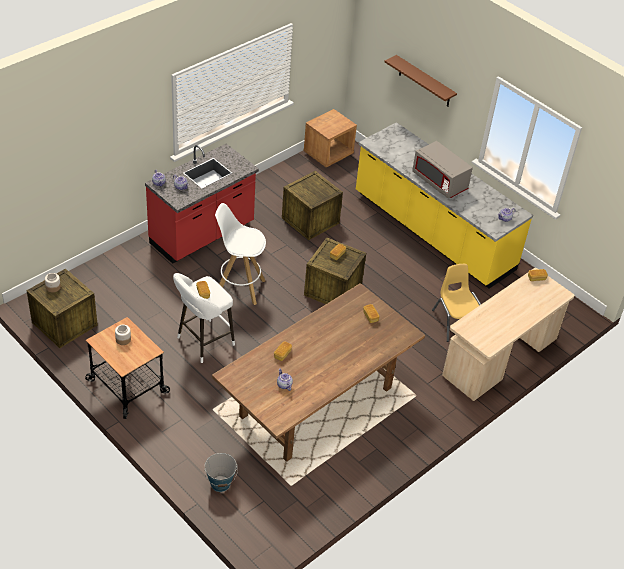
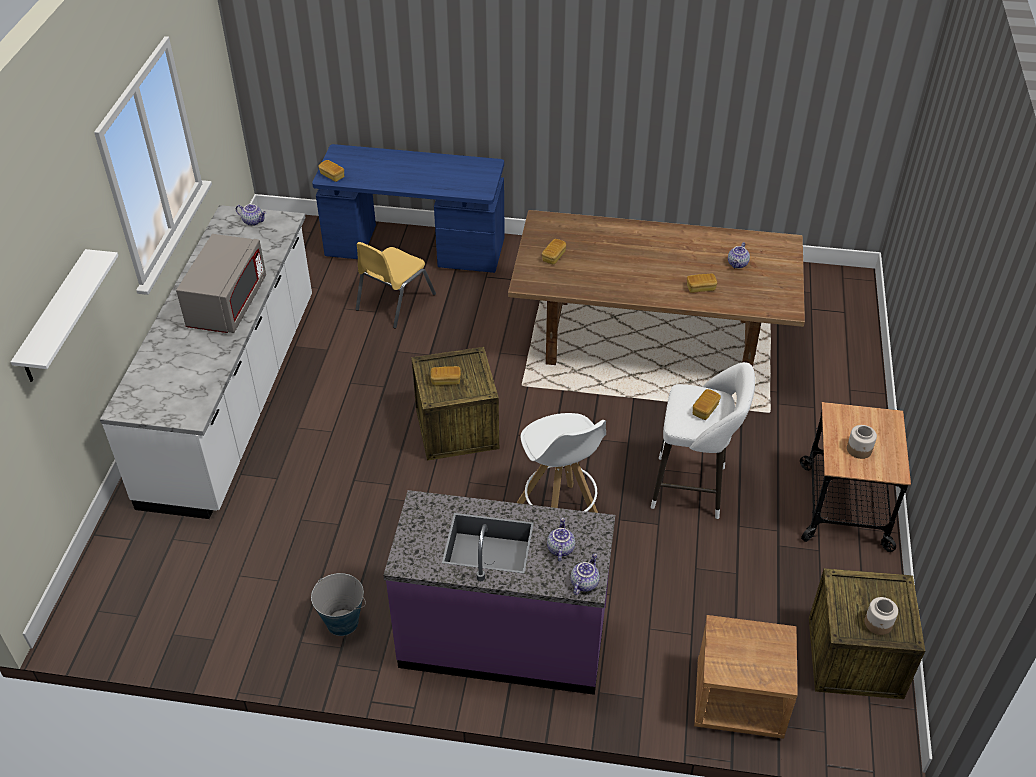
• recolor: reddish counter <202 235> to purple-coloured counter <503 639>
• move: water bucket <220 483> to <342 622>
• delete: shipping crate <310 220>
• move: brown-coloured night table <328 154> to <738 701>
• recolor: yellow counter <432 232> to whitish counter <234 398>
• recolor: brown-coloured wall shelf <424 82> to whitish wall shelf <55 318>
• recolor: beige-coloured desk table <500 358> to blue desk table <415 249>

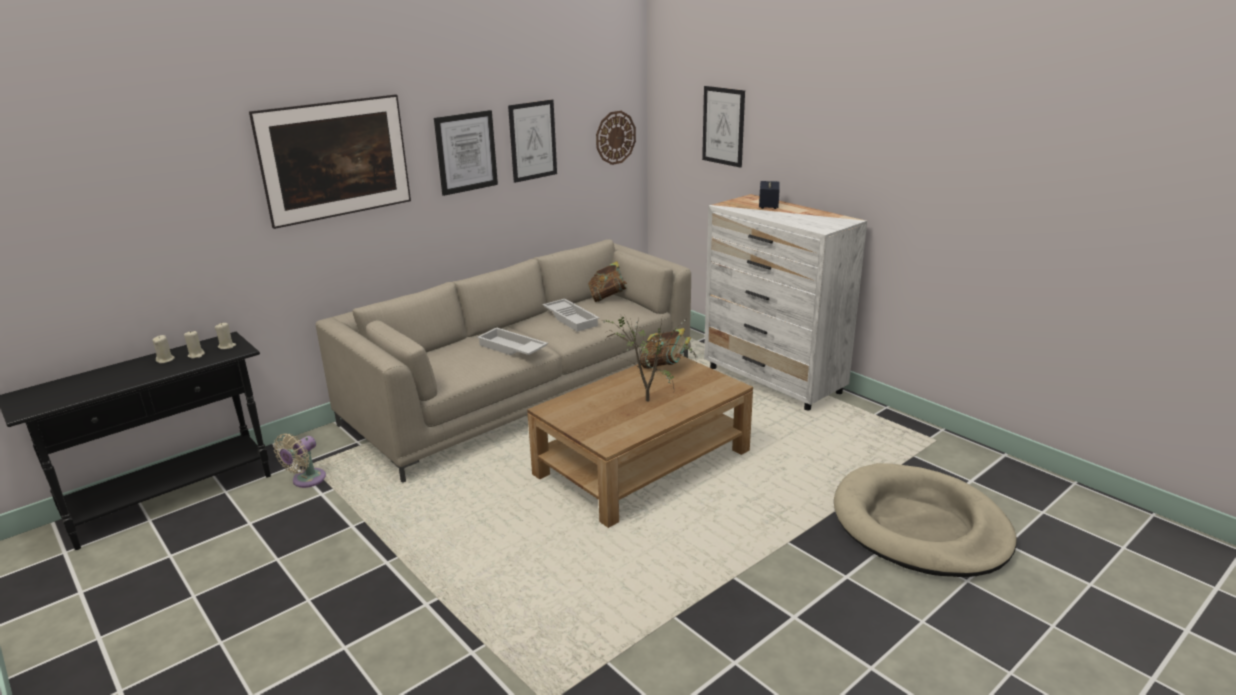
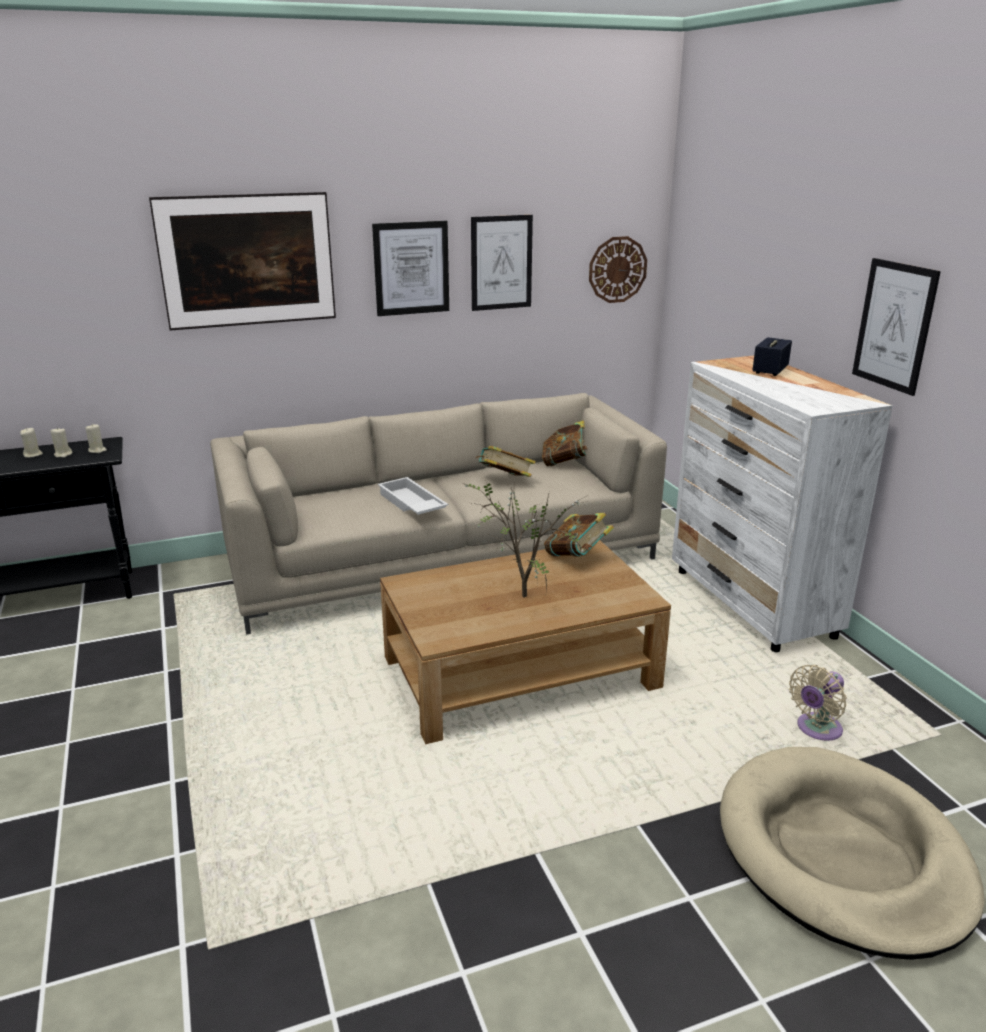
• move: beige-coloured cooling fan <306 480> to <816 730>
• replace: whitish serving tray <572 319> to bound book <504 481>
• move: wall picture <723 126> to <894 325>

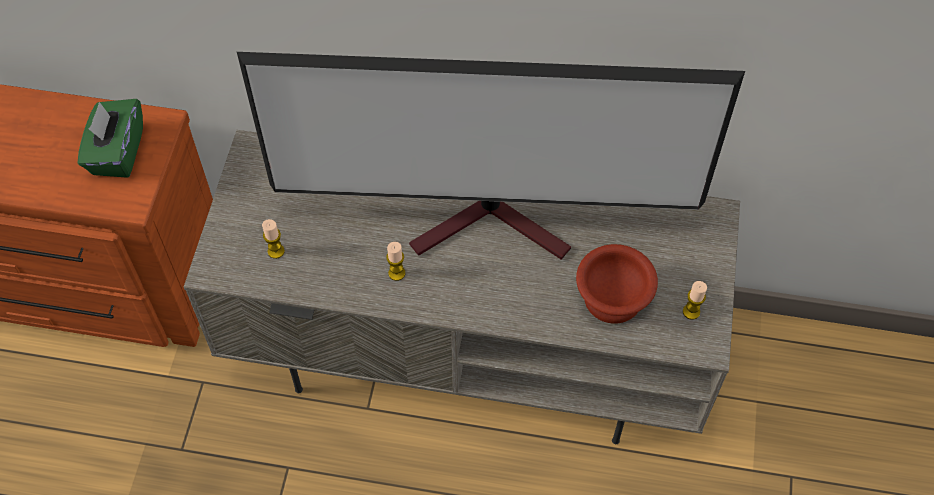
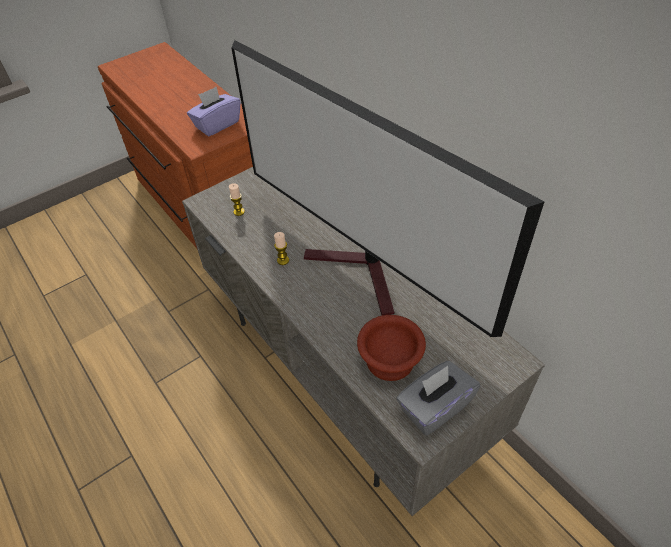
• recolor: greenish box of tissues <117 152> to purple-coloured box of tissues <217 124>
• replace: wax candle <691 311> to grey box of tissues <434 407>

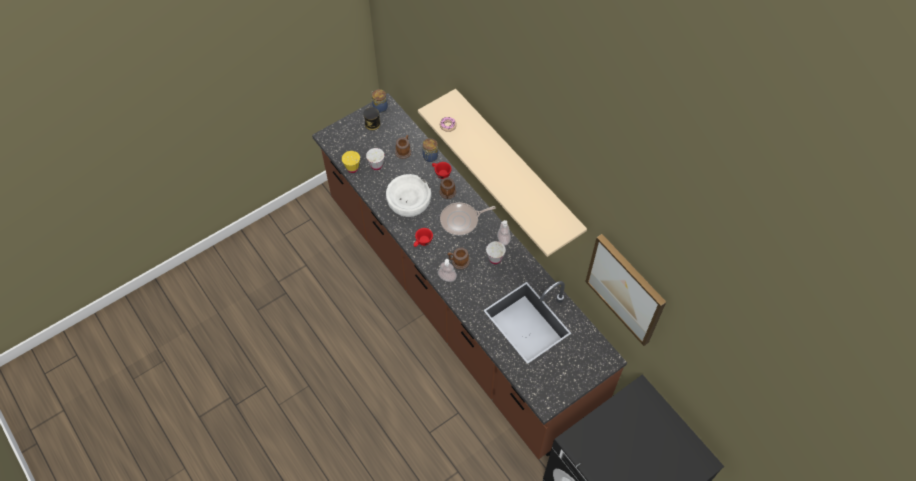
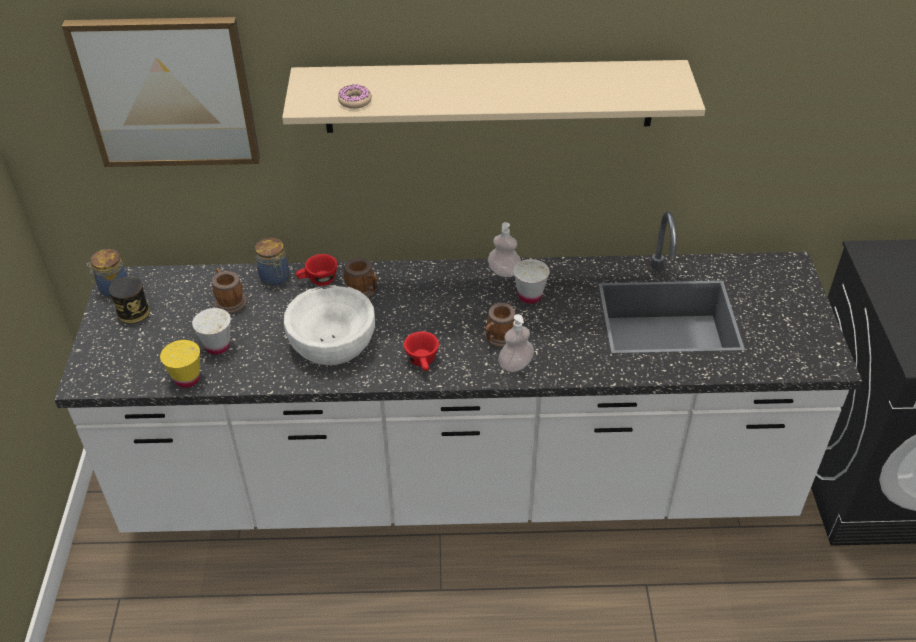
• recolor: brown-coloured counter <458 303> to whitish counter <459 481>
• delete: skillet <461 220>
• move: wall picture <625 289> to <167 92>

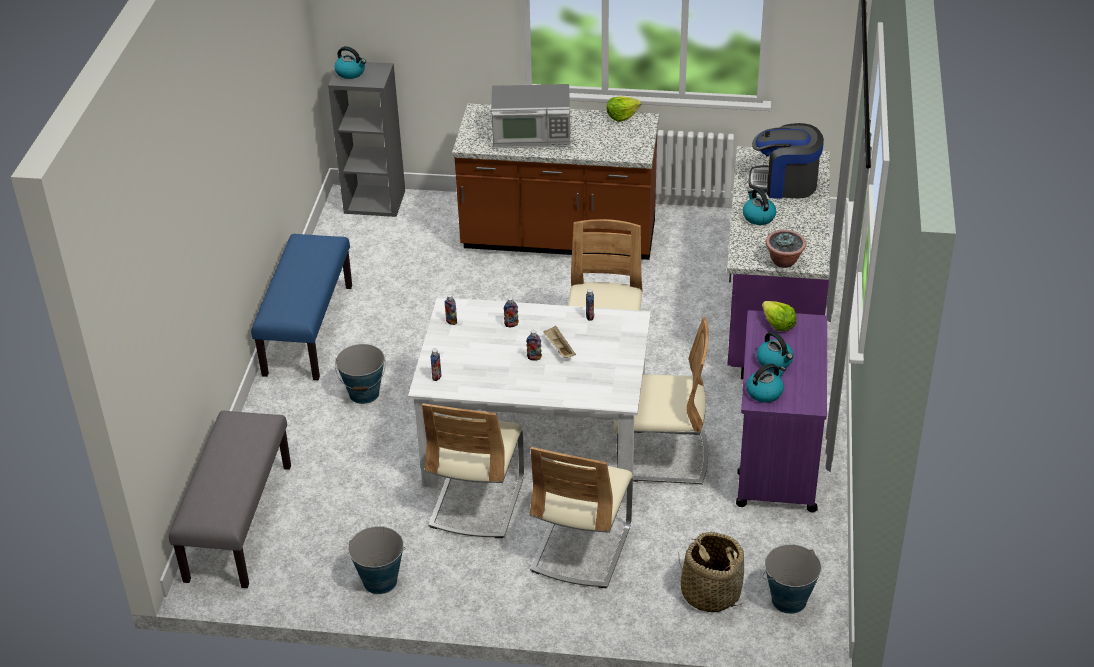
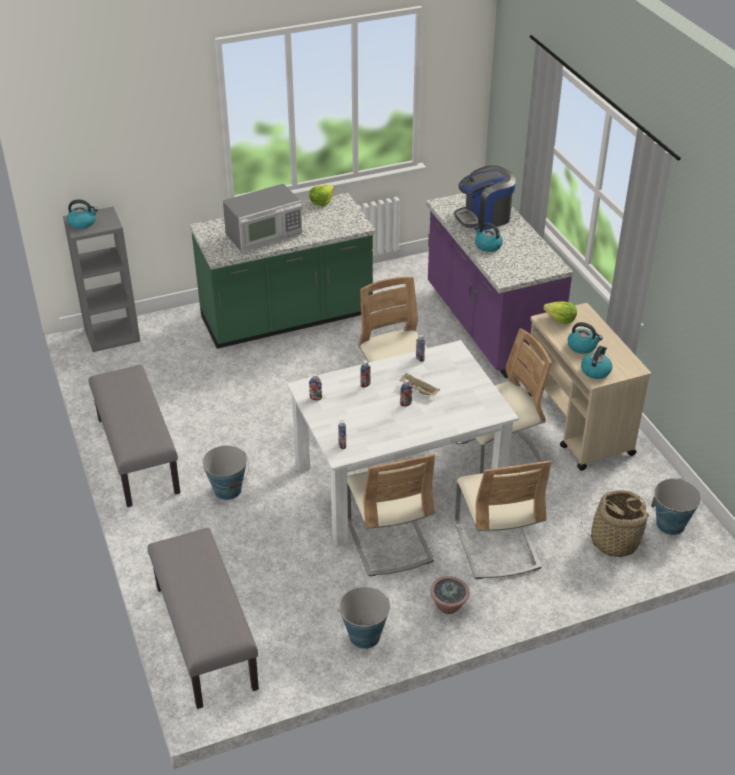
• recolor: blue bench <307 330> to grey bench <137 455>
• recolor: brown-coloured counter <559 238> to greenish counter <287 318>
• recolor: purple-coloured cart <777 458> to beige-coloured cart <577 426>
• move: potted plant <784 261> to <449 606>

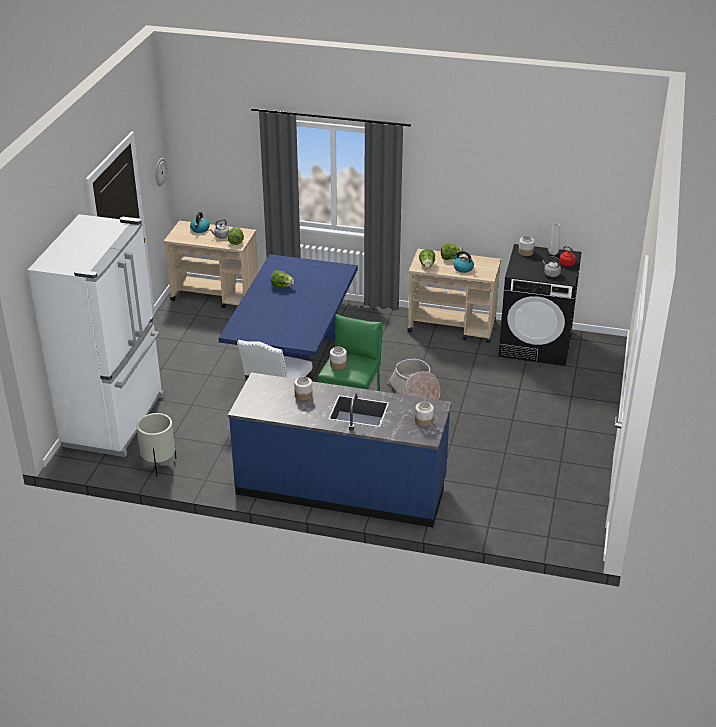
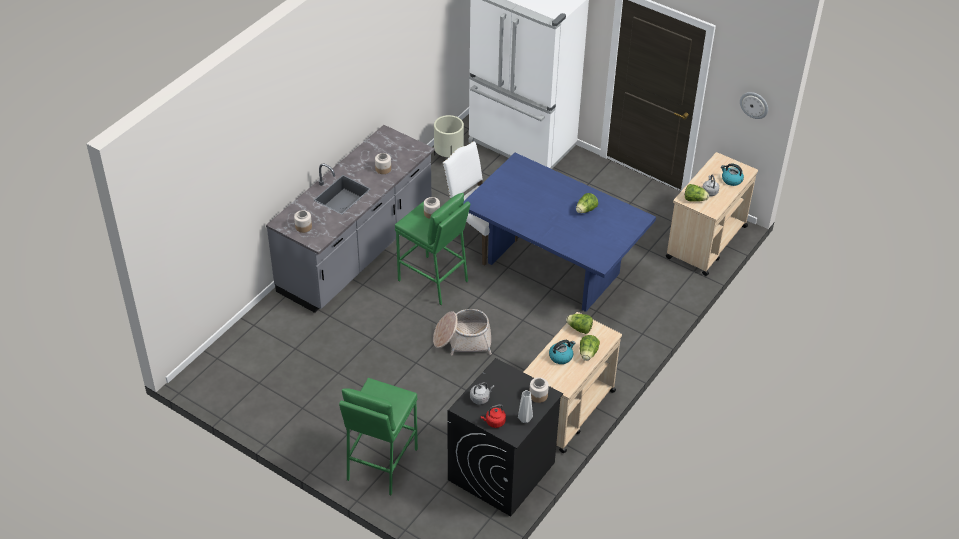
• recolor: blue counter <341 488> to grey counter <357 252>
• insert: greenish stool <381 464>

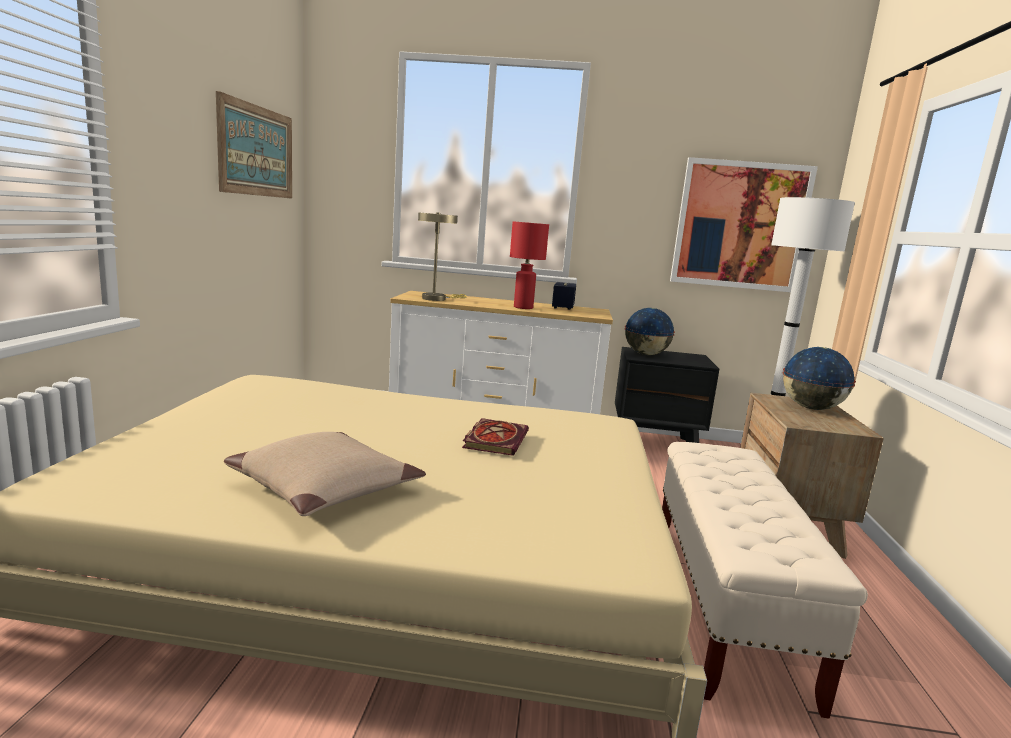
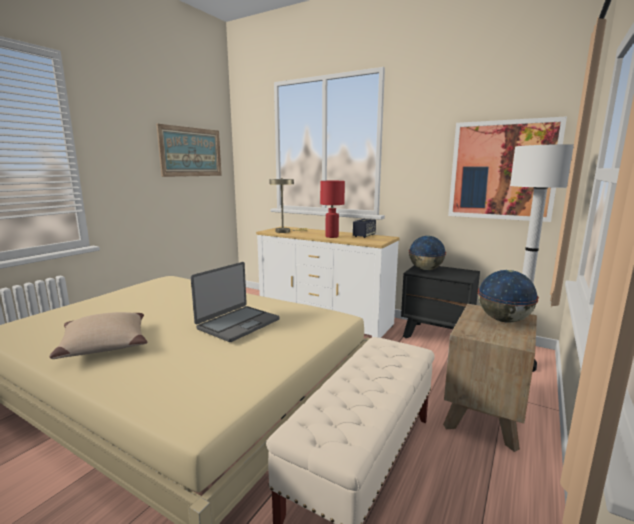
• replace: bound book <495 439> to notebook computer <237 324>

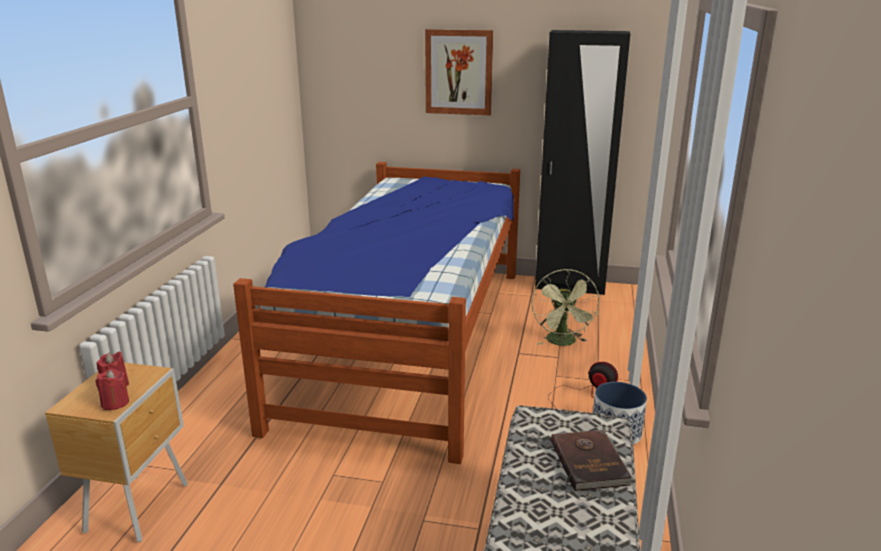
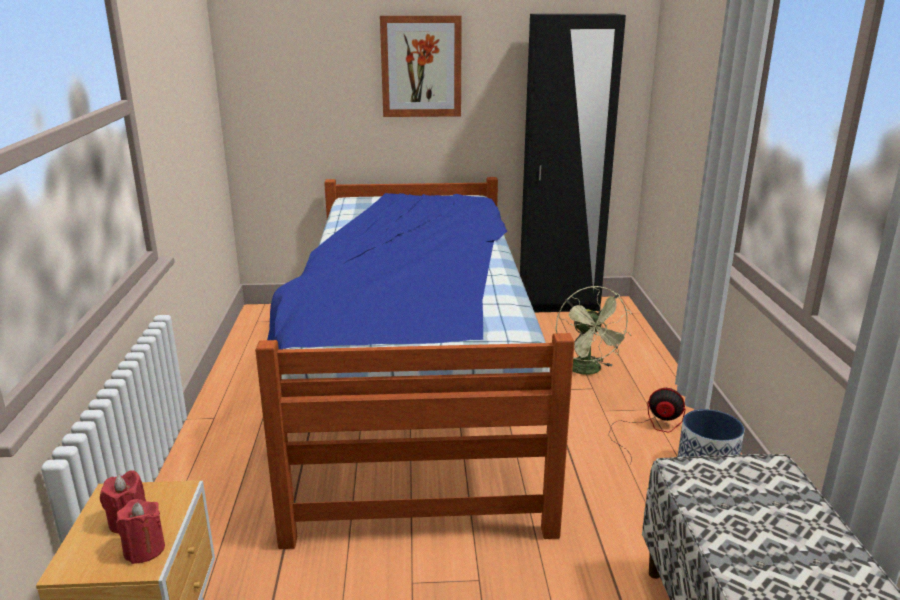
• delete: brown-coloured bound book <590 462>

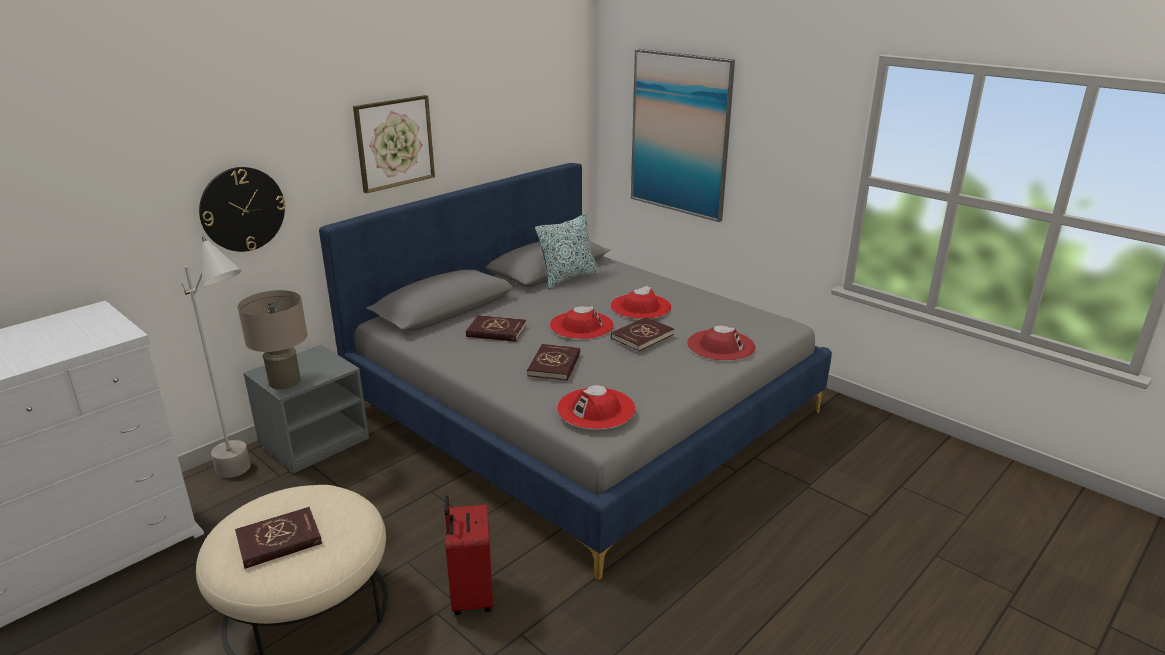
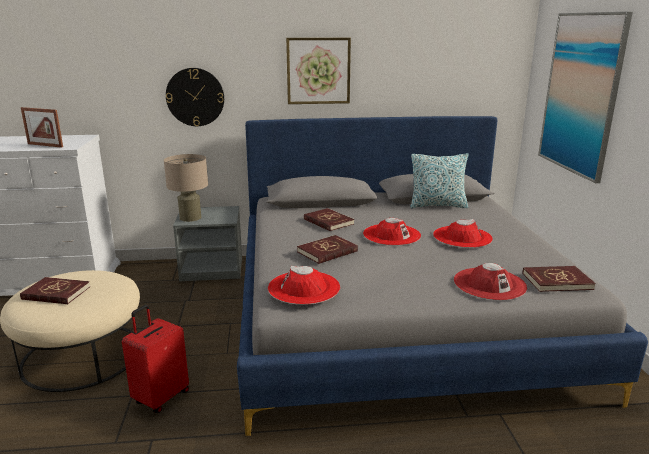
• delete: grey standing lamp <249 478>
• move: reddish bound book <642 336> to <557 281>
• insert: standing frame <45 145>

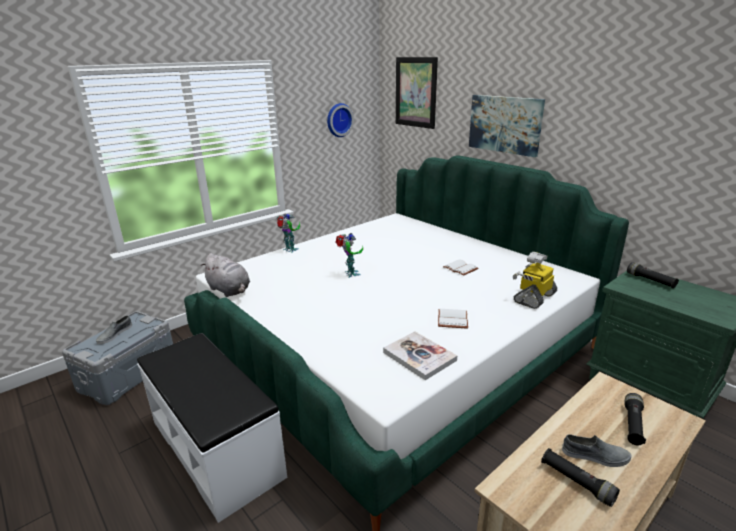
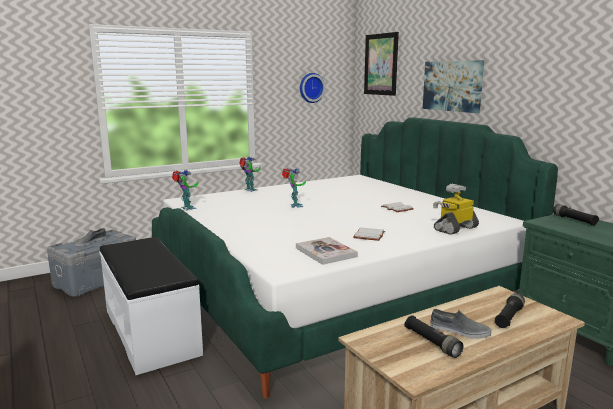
• replace: grey plush toy <229 290> to toy robot <187 208>

